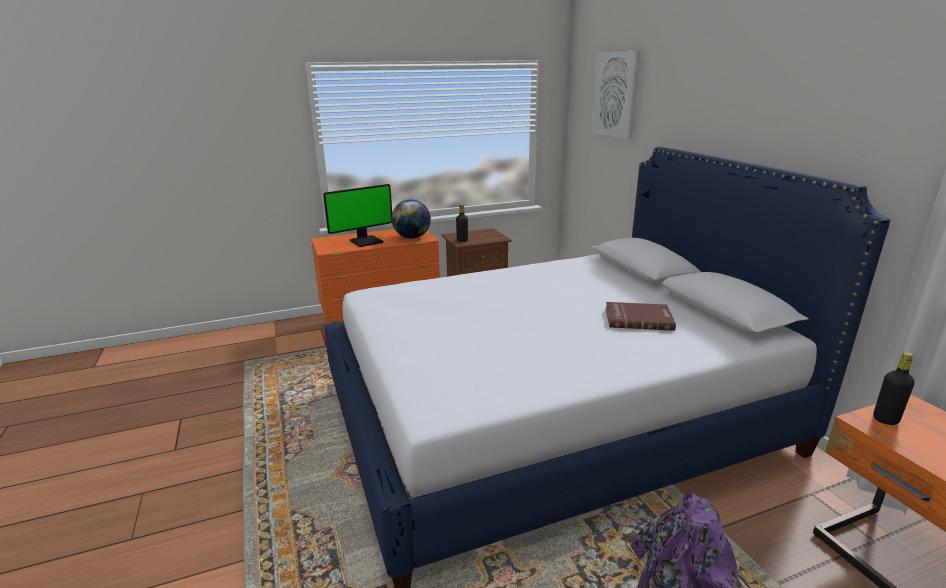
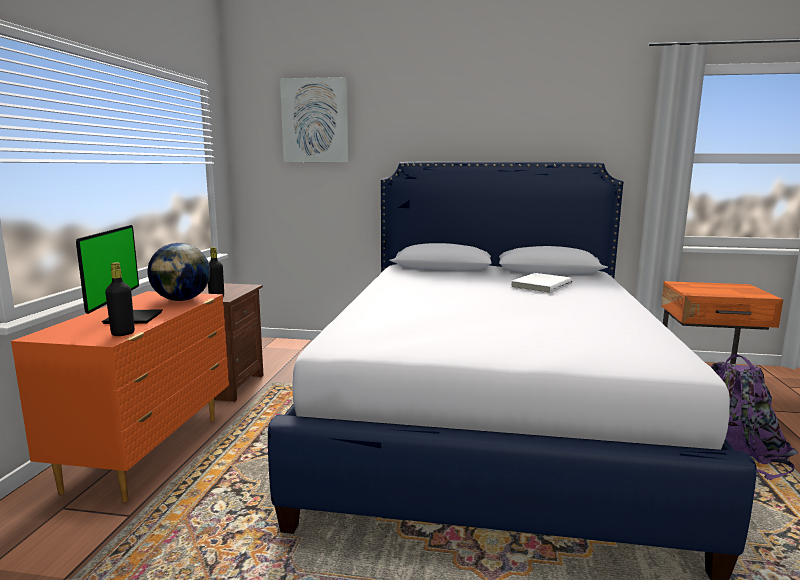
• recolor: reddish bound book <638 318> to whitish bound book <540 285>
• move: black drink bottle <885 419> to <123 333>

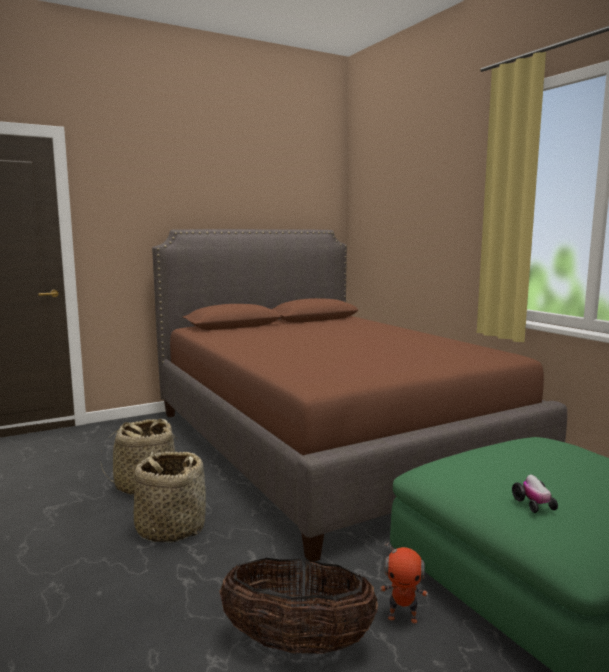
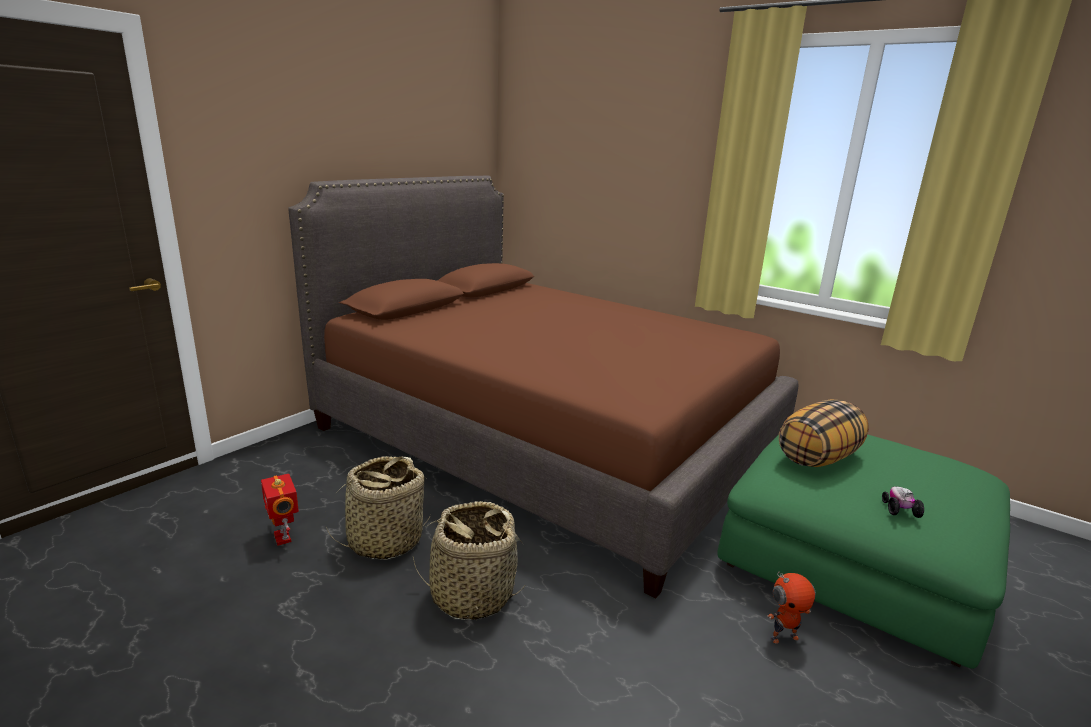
• delete: household basket <297 643>
• rotate: toy car <534 504> = <899 510> 135 degrees counterclockwise
• insert: toy robot <284 537>
• insert: throw pillow <817 457>

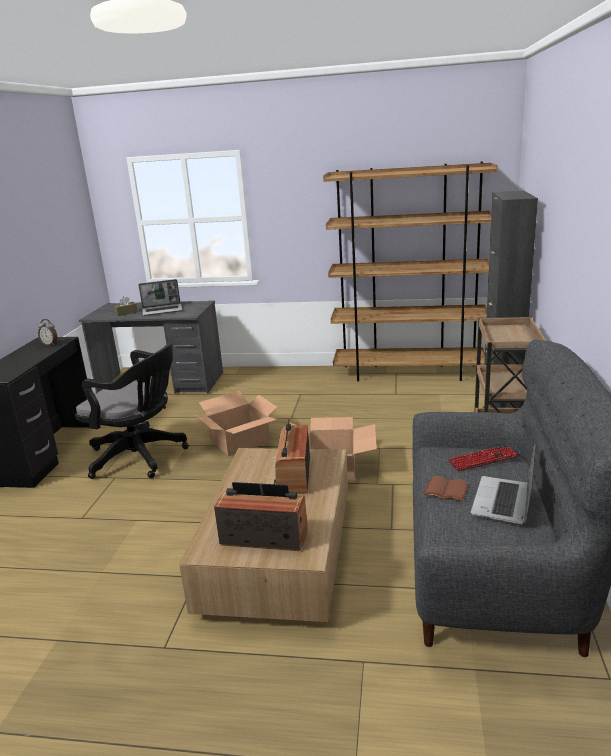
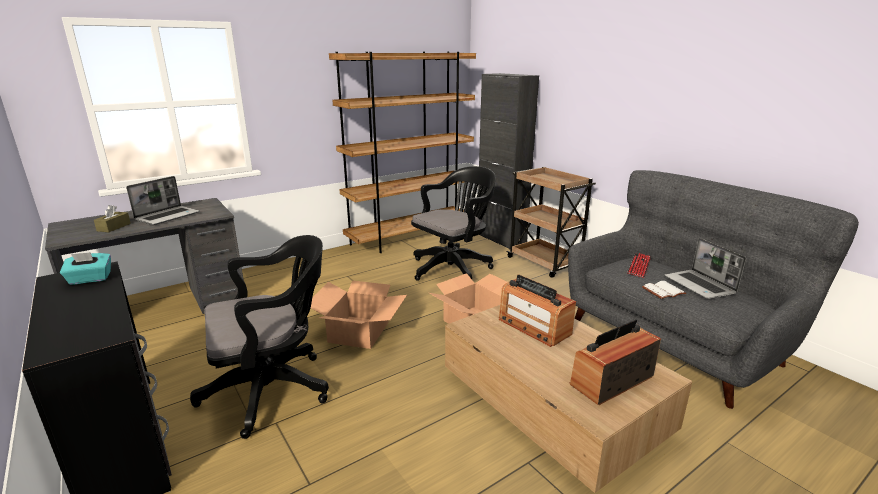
• replace: table clock <50 344> to turquoise-coloured box of tissues <90 279>
• recolor: brown-coloured bound book <447 490> to whitish bound book <663 291>
• insert: black computer chair <453 268>

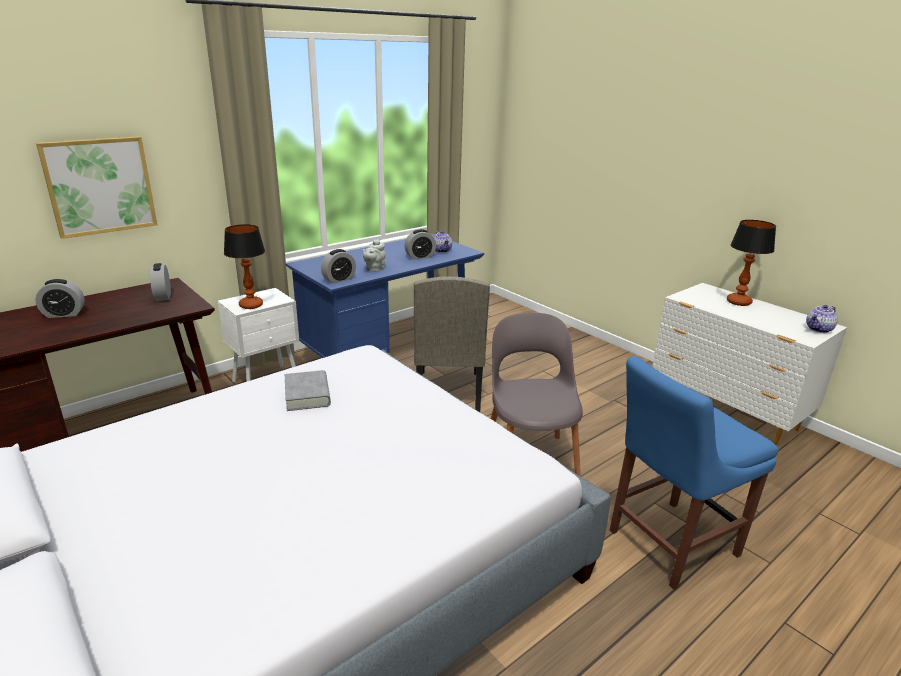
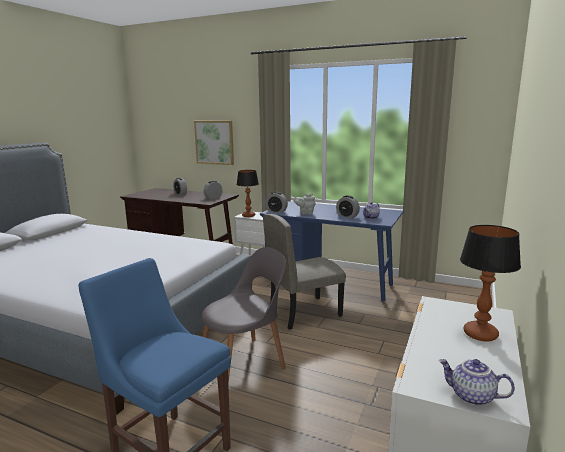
• delete: grey bound book <307 395>

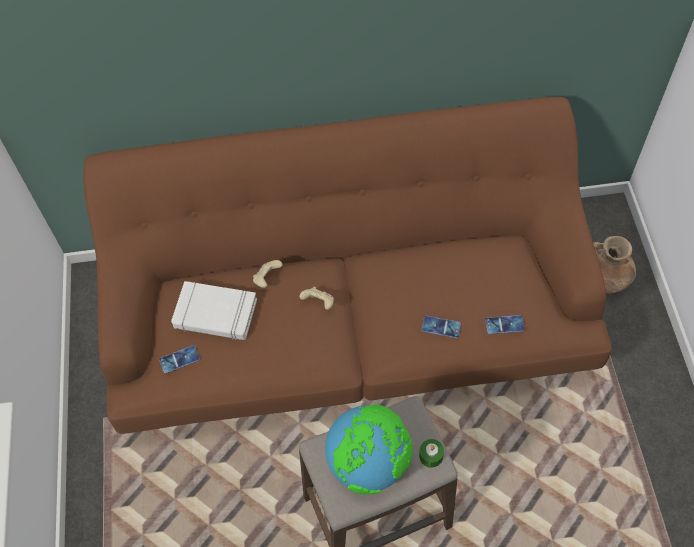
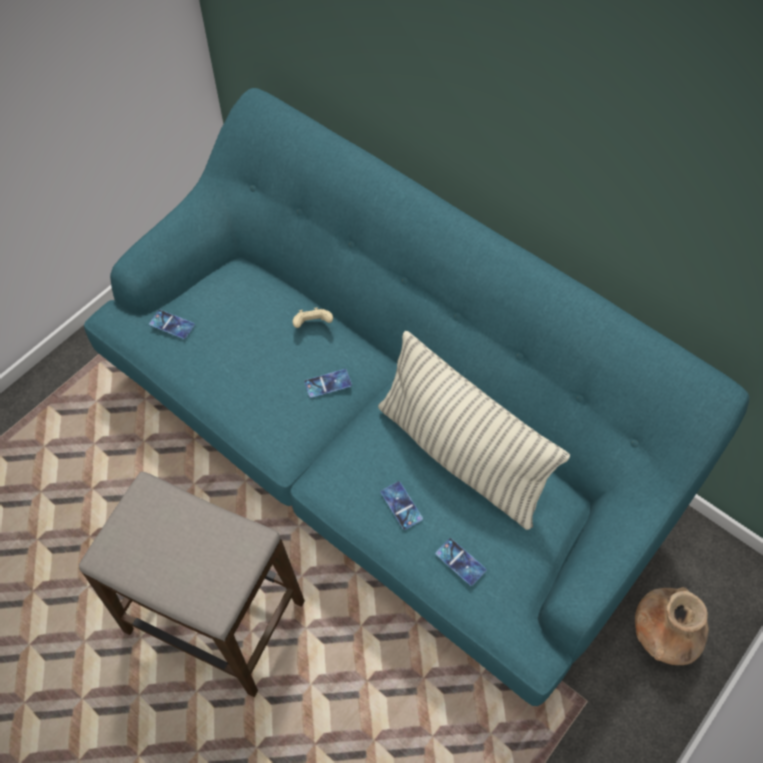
• recolor: brown-coloured sofa <349 323> to turquoise-coloured sofa <381 442>
• delete: whitish bound book <215 314>
• replace: beige-coloured gamepad <319 303> to handset <328 383>
• delete: desk globe <369 463>
• delete: greenish wax candle <431 456>
• insert: throw pillow <461 456>

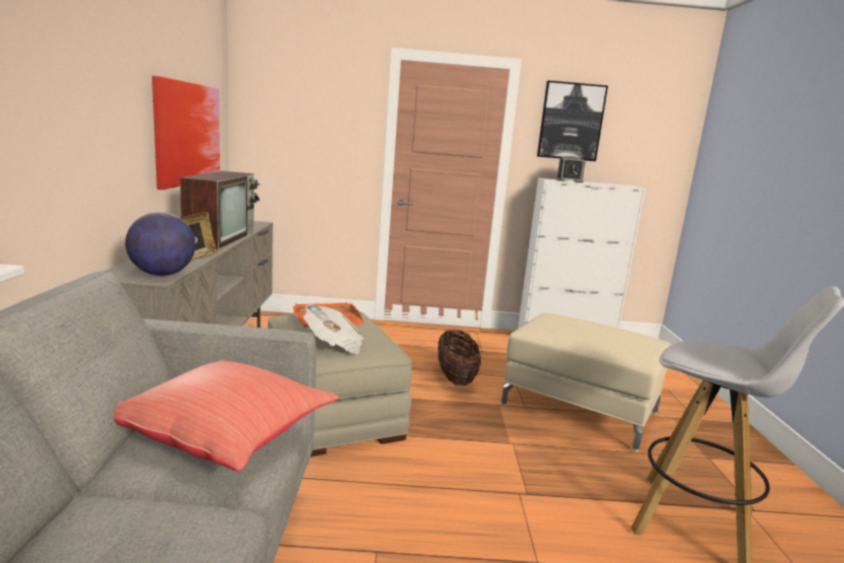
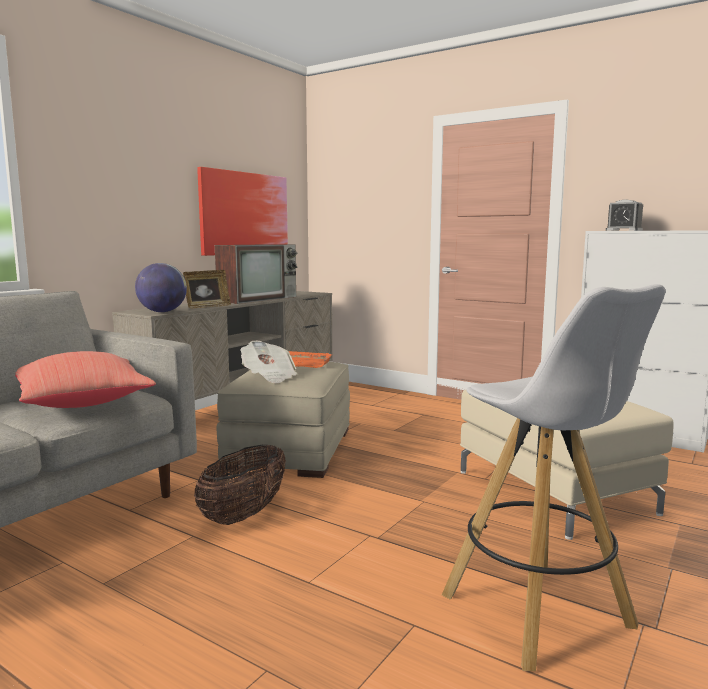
• move: household basket <456 378> to <244 514>
• delete: wall picture <571 121>

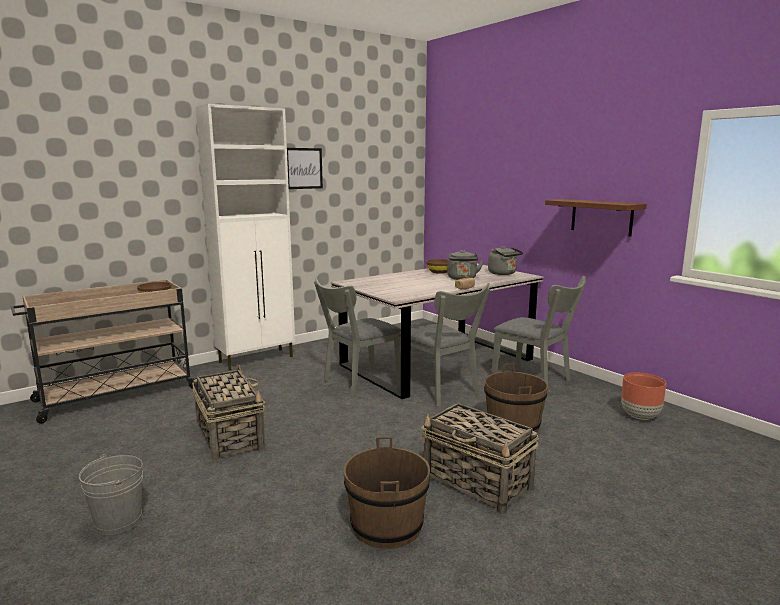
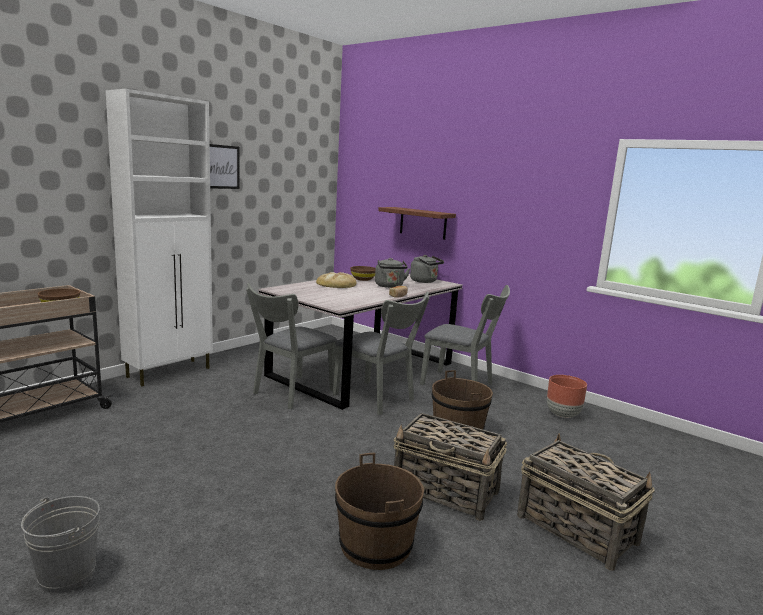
• move: household basket <230 437> to <575 528>
• move: brown-coloured wall shelf <601 217> to <423 223>
• insert: bakery bread <336 284>

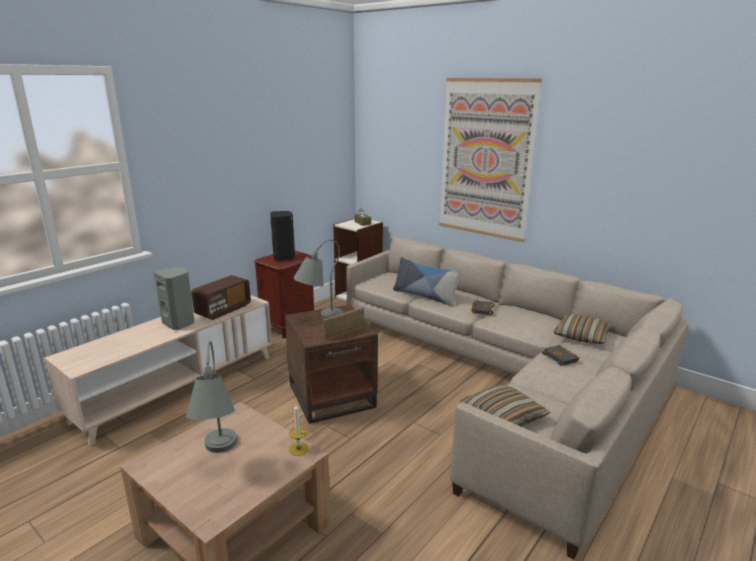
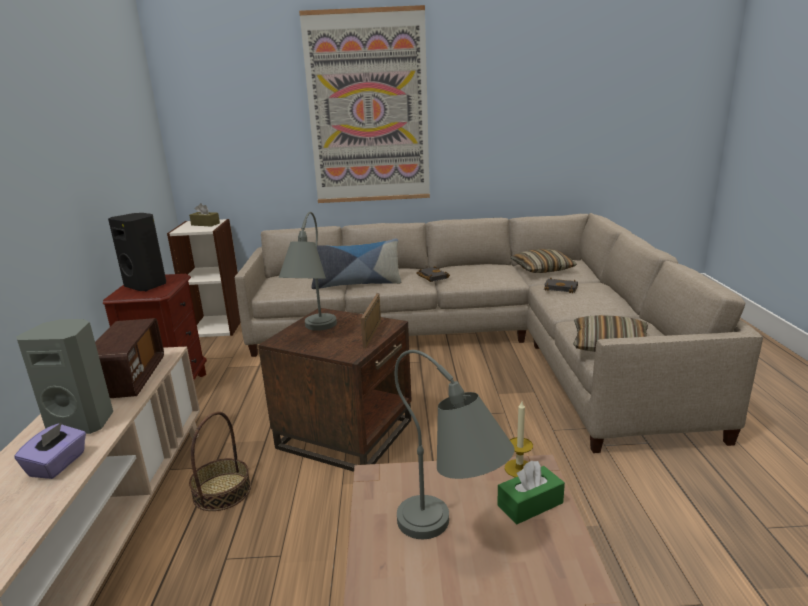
• insert: purple-coloured box of tissues <58 464>
• insert: household basket <222 491>
• insert: greenish box of tissues <530 504>

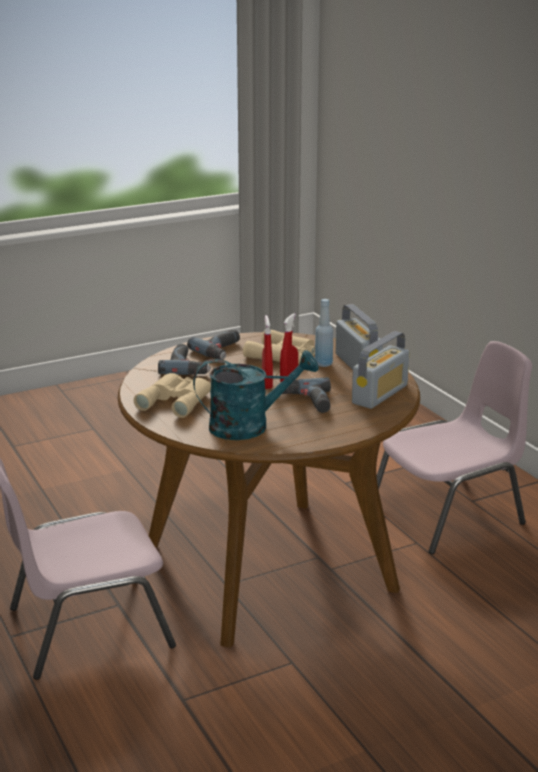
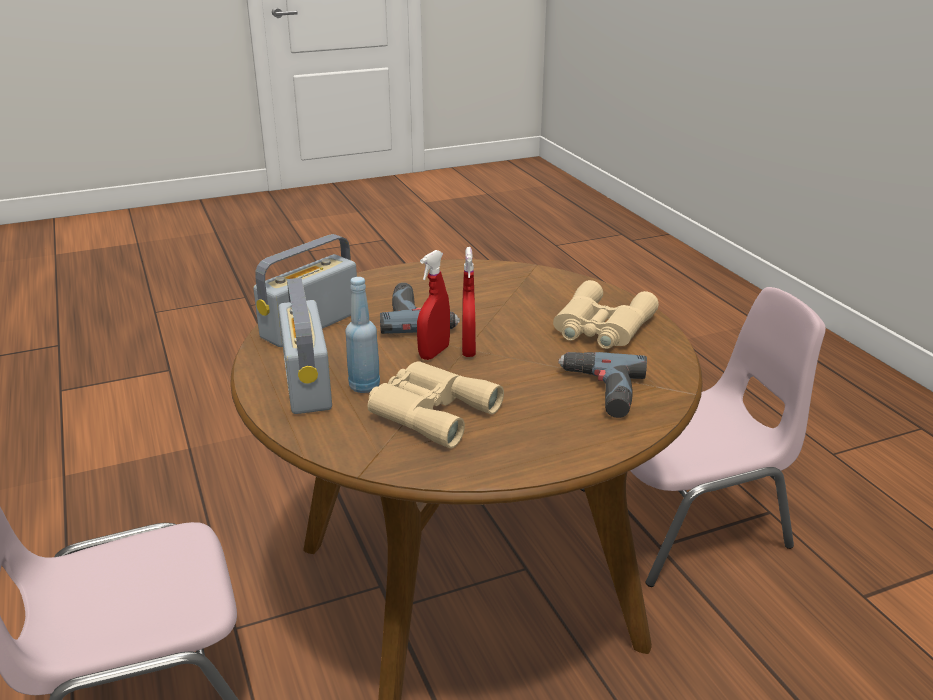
• delete: drill <222 351>
• delete: turquoise-coloured watering can <249 426>

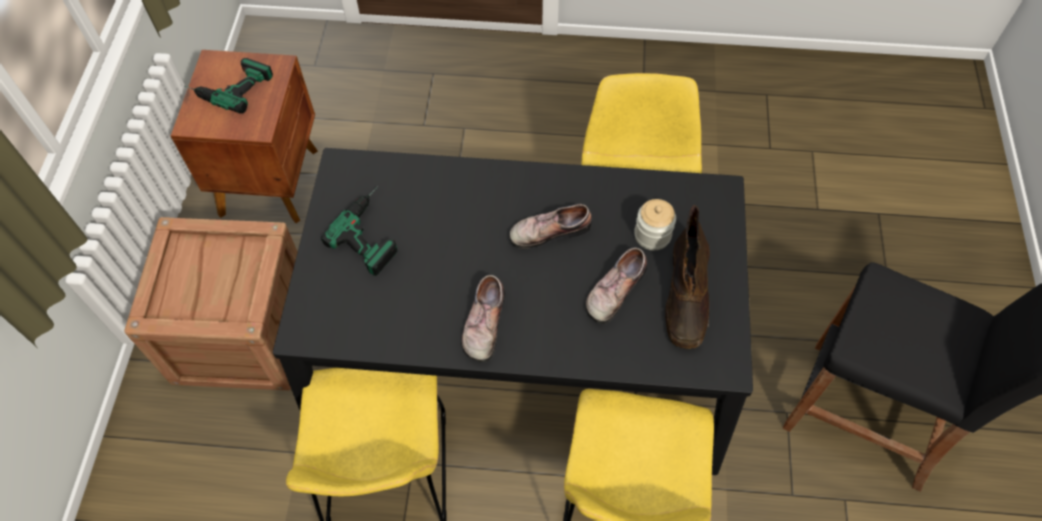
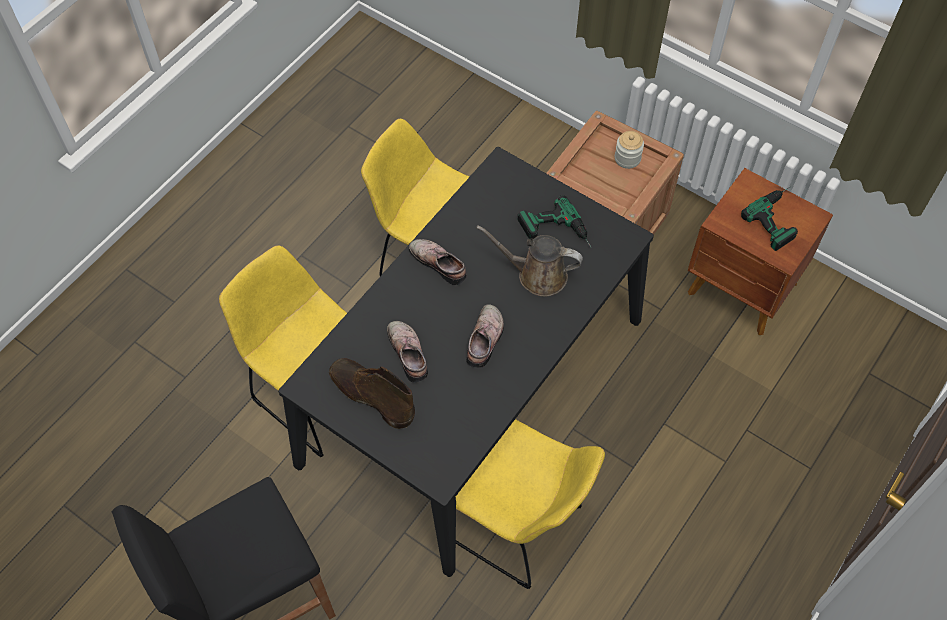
• move: storage jar <652 235> to <627 158>
• insert: brown-coloured watering can <537 275>

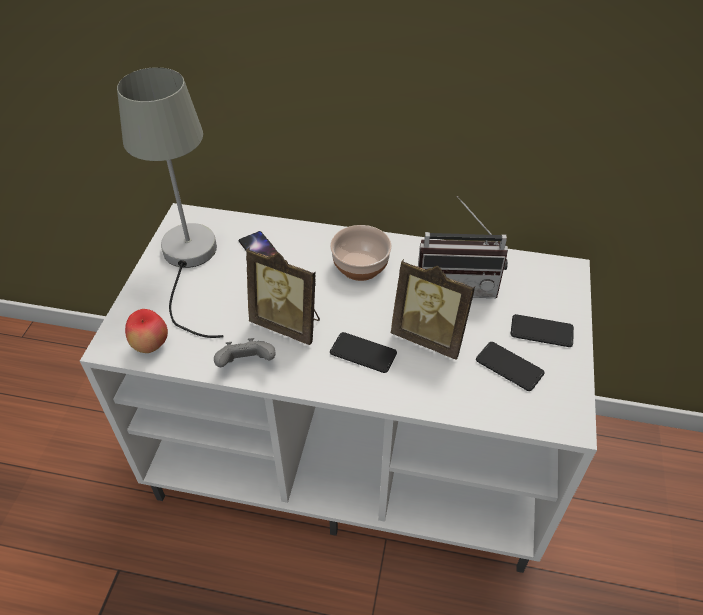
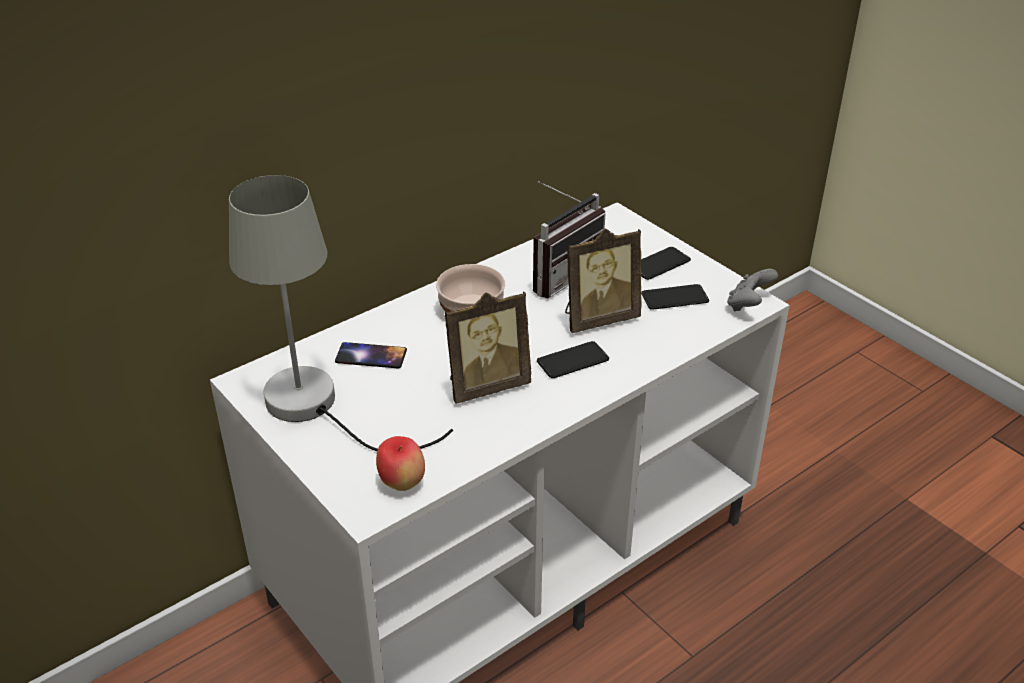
• move: grey gamepad <247 364> to <748 305>

